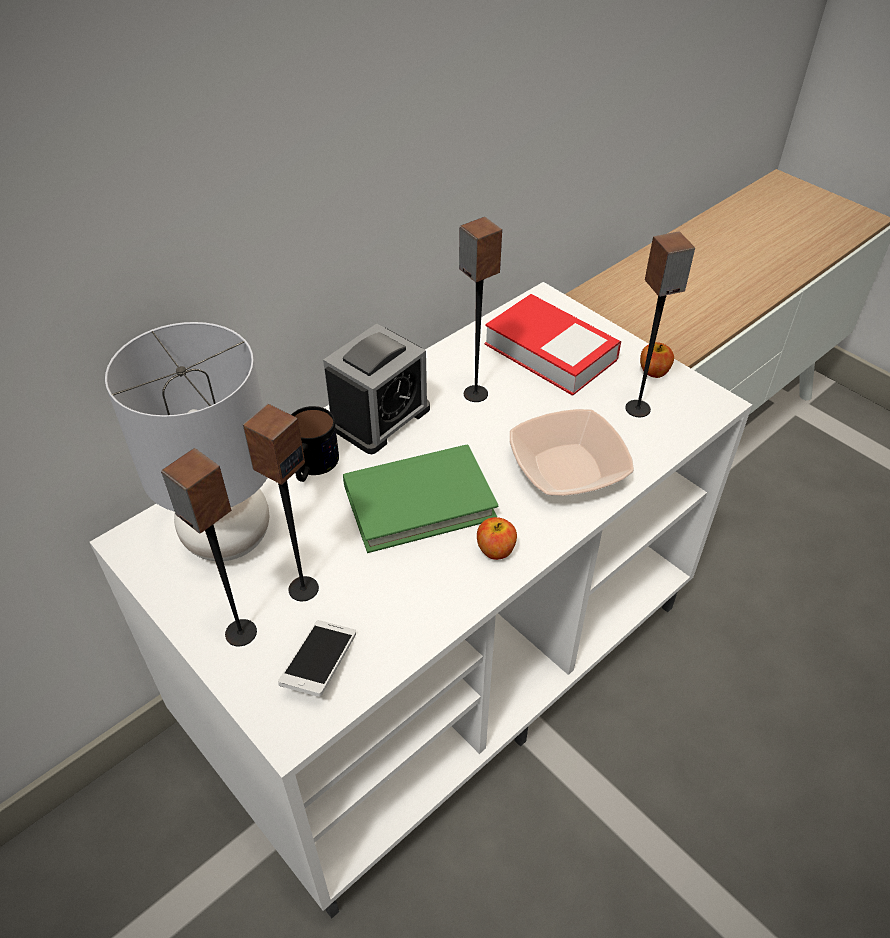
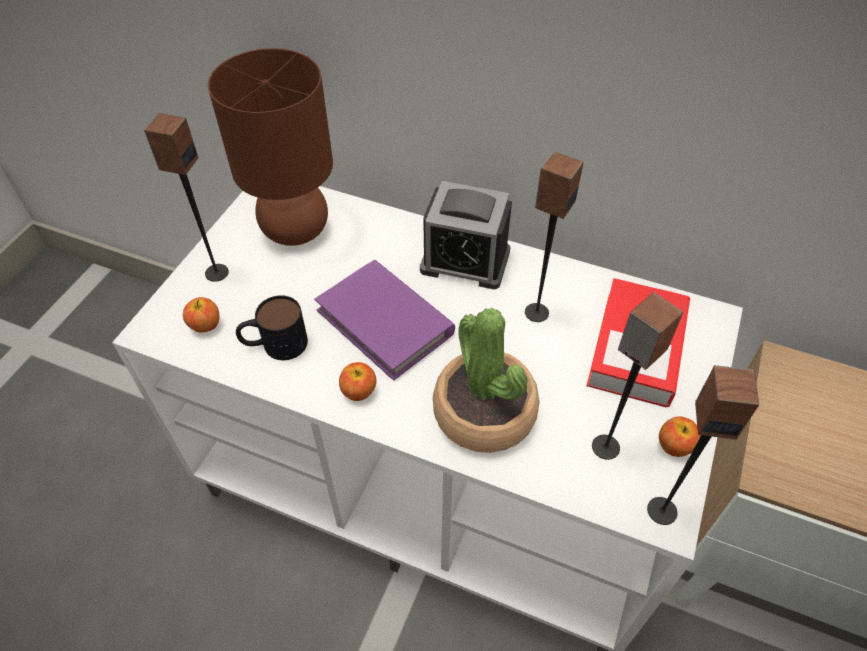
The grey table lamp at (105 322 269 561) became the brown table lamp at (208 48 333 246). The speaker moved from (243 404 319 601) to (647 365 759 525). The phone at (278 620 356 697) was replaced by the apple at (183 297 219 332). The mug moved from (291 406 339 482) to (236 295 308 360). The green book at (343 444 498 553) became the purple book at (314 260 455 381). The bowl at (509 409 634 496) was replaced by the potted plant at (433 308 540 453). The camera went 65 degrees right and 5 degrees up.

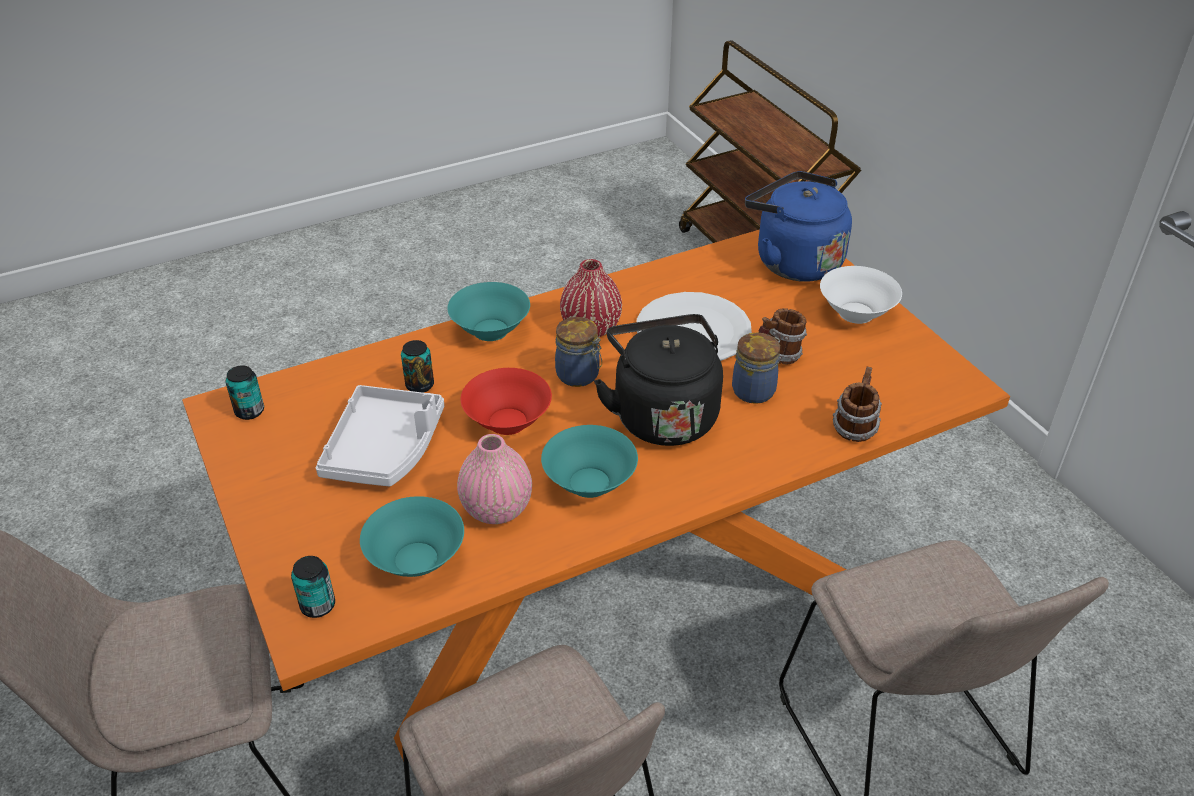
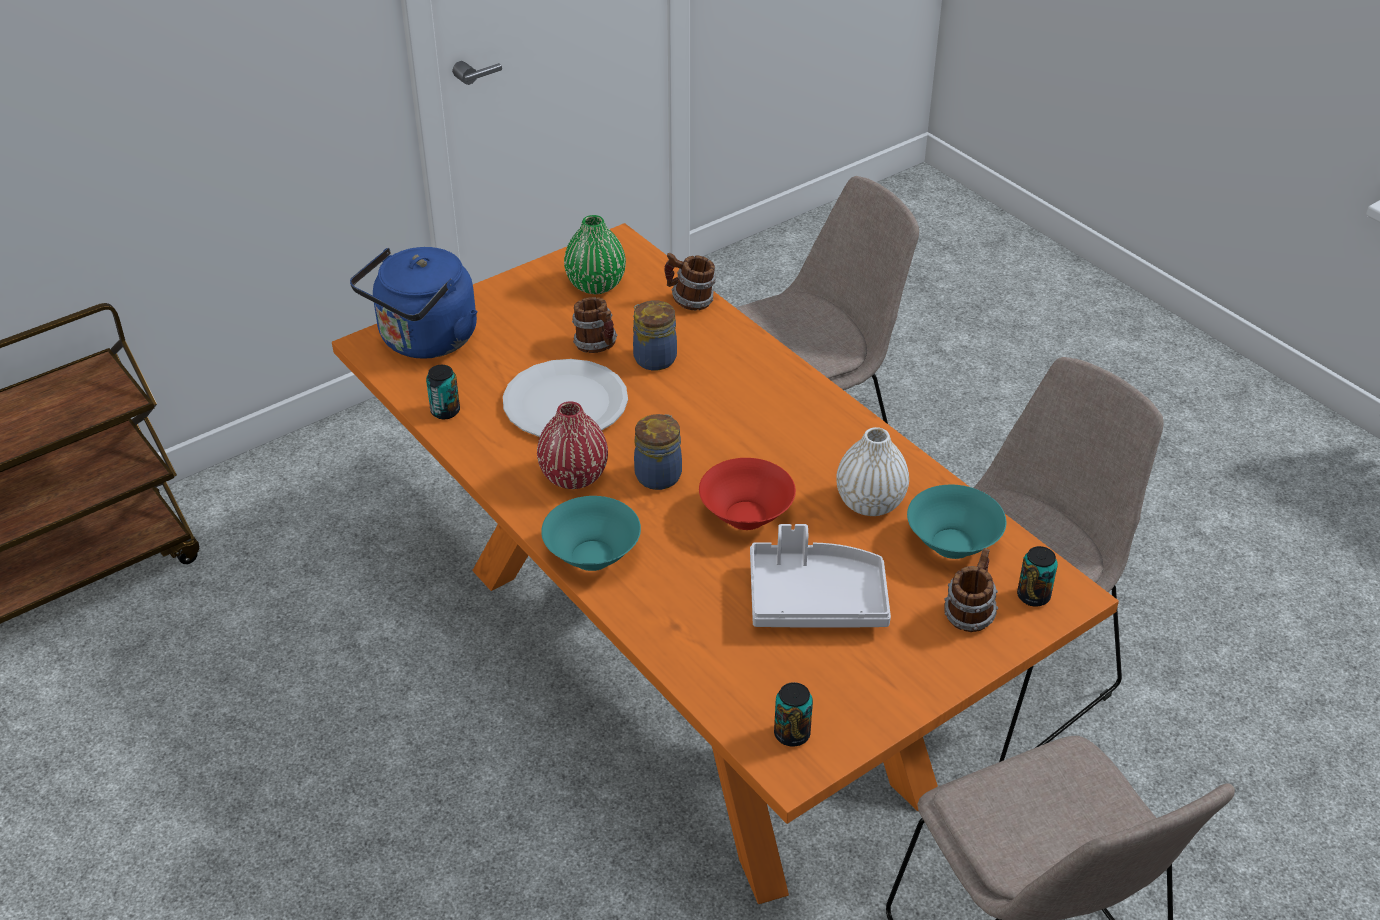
The can moved from (401 340 434 393) to (426 365 460 419). The pink vase at (457 434 532 524) became the white vase at (836 427 909 516). The turquoise bowl at (541 425 638 498) disappeared. The black kettle at (594 314 723 446) disappeared. The white bowl at (820 266 902 324) disappeared. The green vase at (564 215 626 294) appeared. The mug at (944 548 998 632) appeared. The camera went 100 degrees left and 0 degrees up.

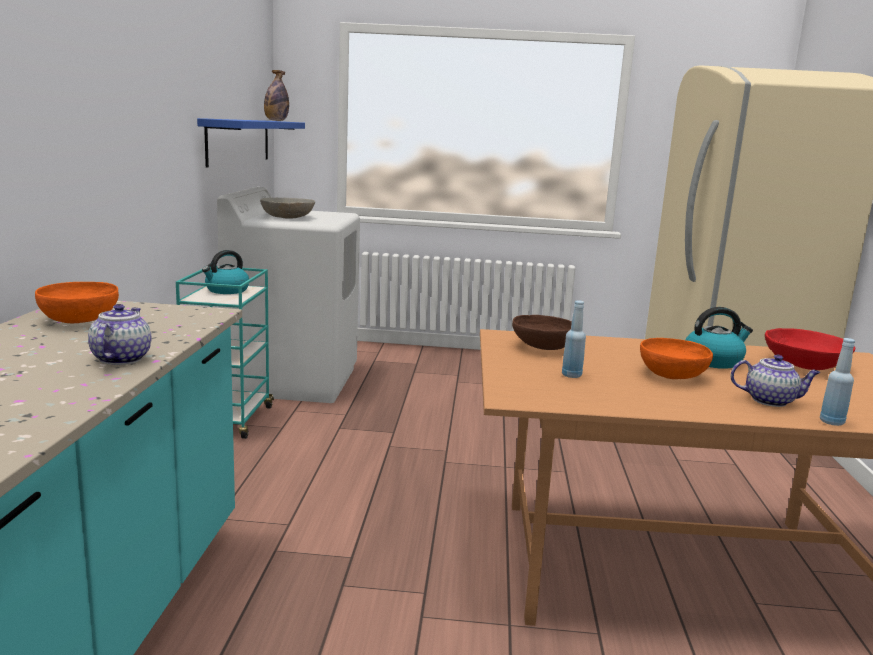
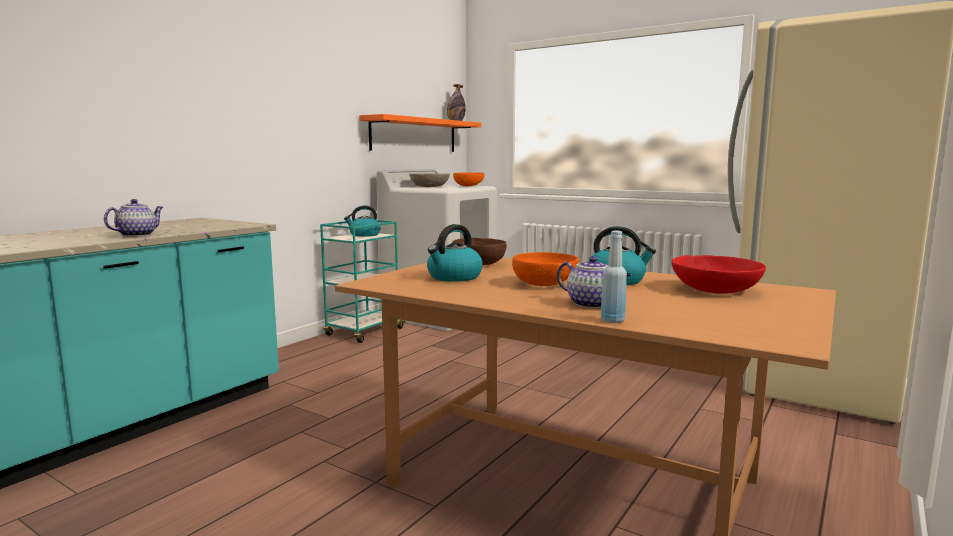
The orange bowl moved from (35 282 119 324) to (453 172 484 186). The blue shelf at (197 118 305 168) became the orange shelf at (359 114 481 152). The blue bottle at (562 300 586 378) was replaced by the kettle at (427 224 483 282). The camera went 30 degrees right and 5 degrees down.

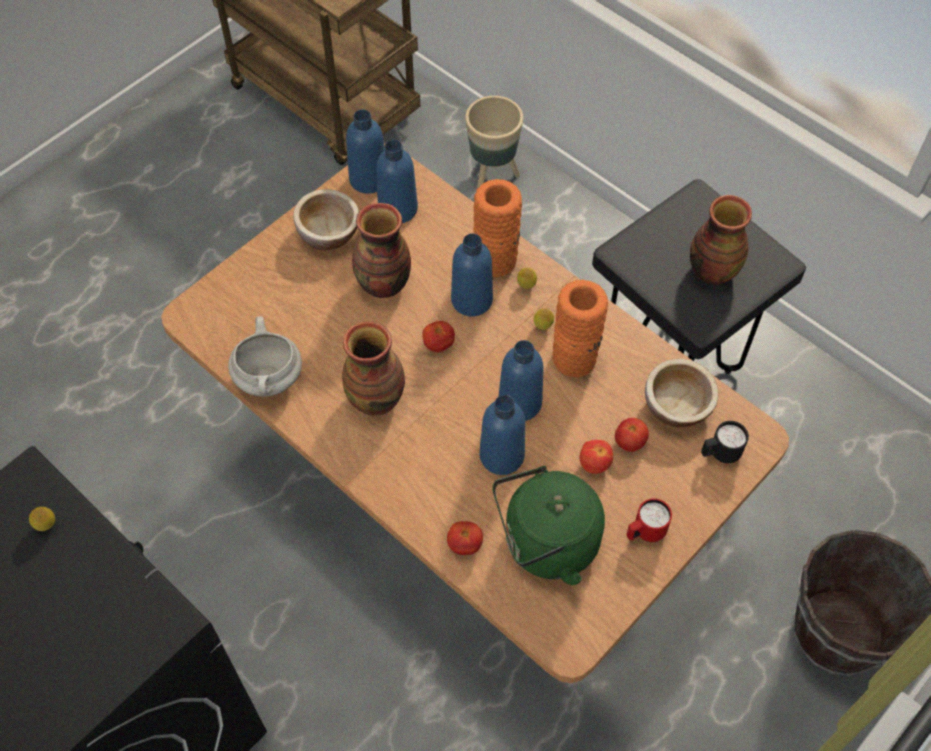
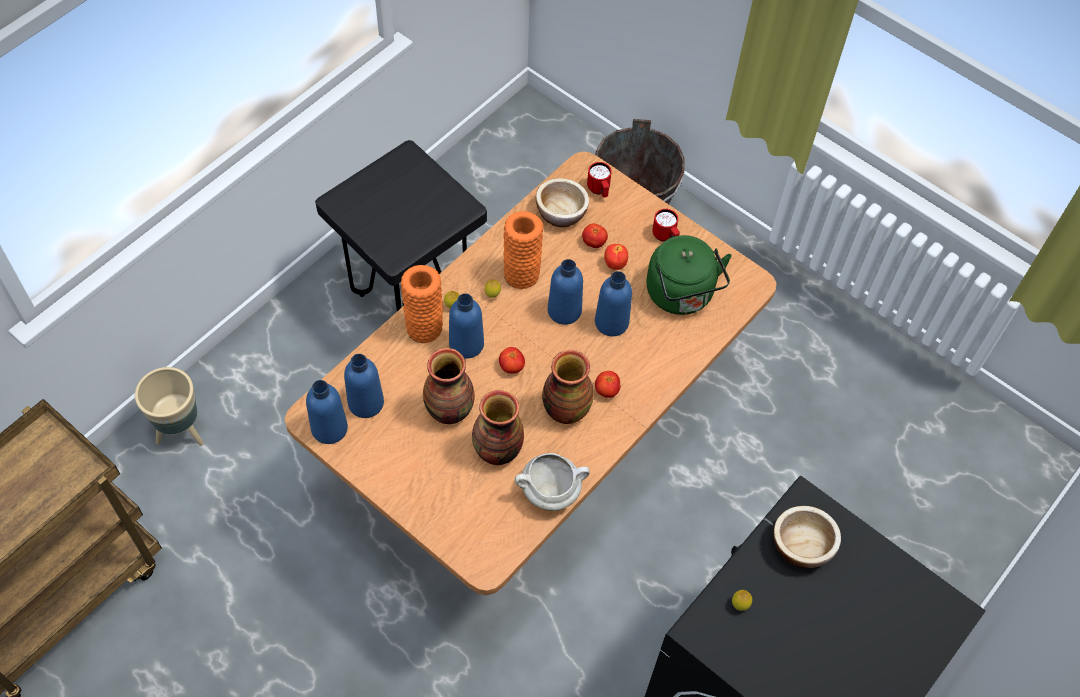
The bowl moved from (293 189 359 250) to (773 506 841 568). The tomato moved from (447 521 483 555) to (595 371 620 398). The vase moved from (690 195 752 285) to (472 390 524 465). The black mug at (701 421 749 463) became the red mug at (587 162 612 197). The camera went 95 degrees left and 0 degrees up.

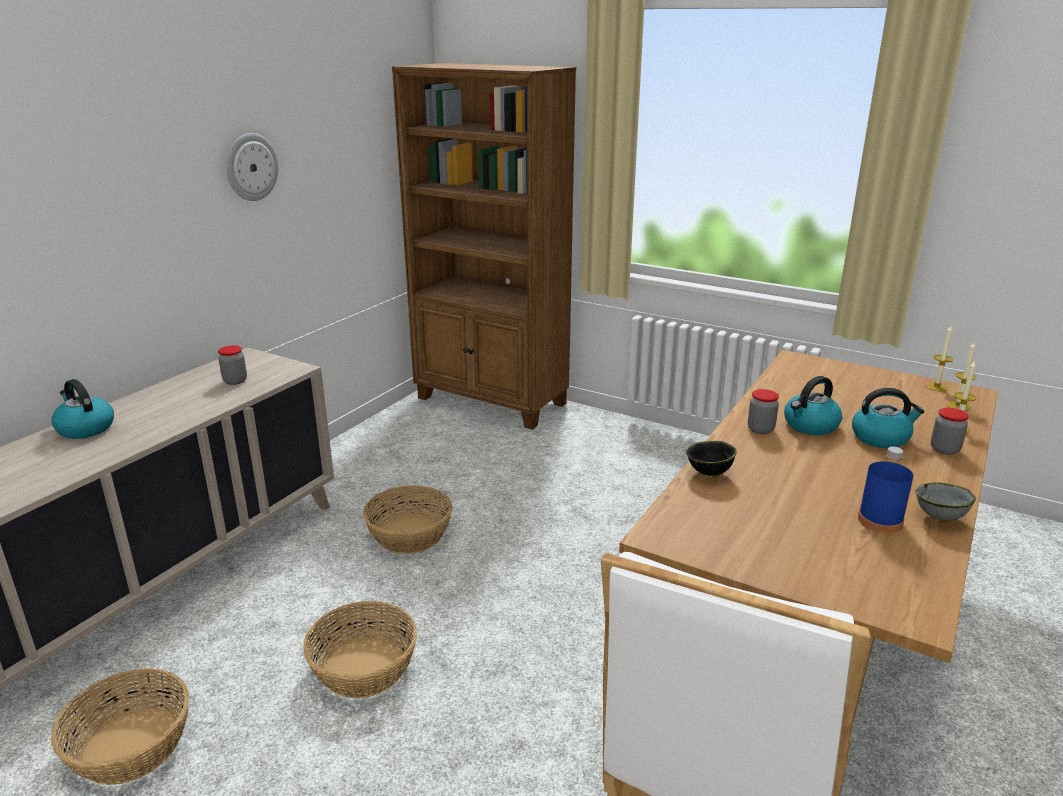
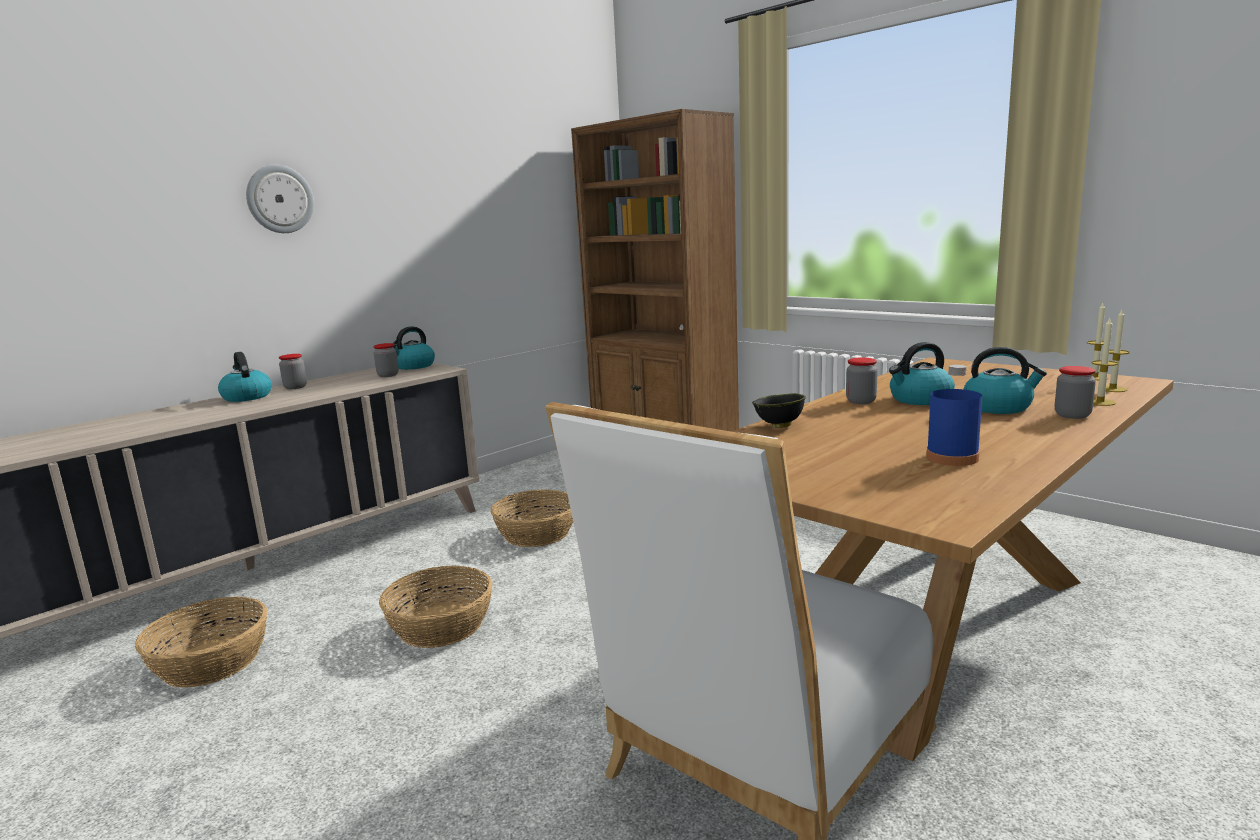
The wall clock moved from (226 133 278 201) to (246 165 314 233). The grey bowl at (915 482 976 524) disappeared. The jar at (279 354 307 389) appeared. The kettle at (393 326 435 370) appeared. The camera went 15 degrees right and 10 degrees down.

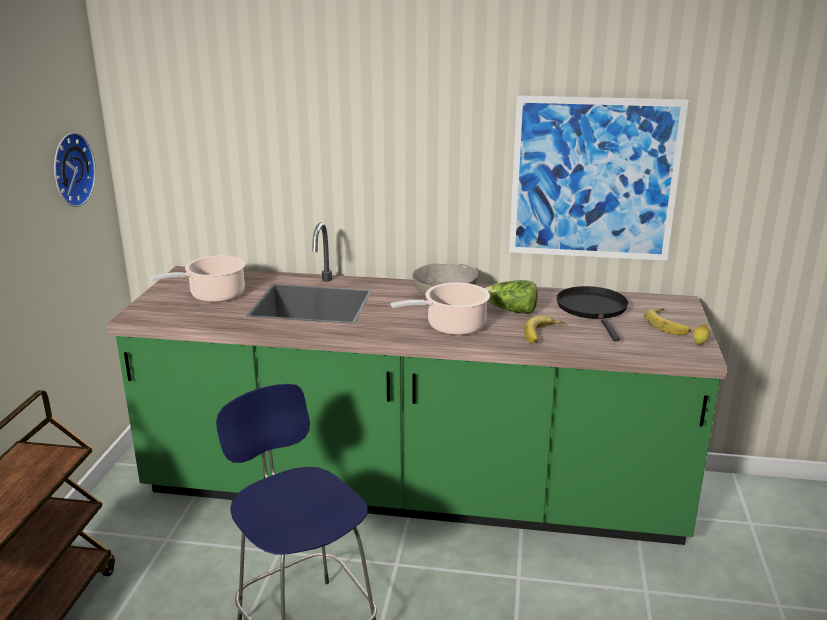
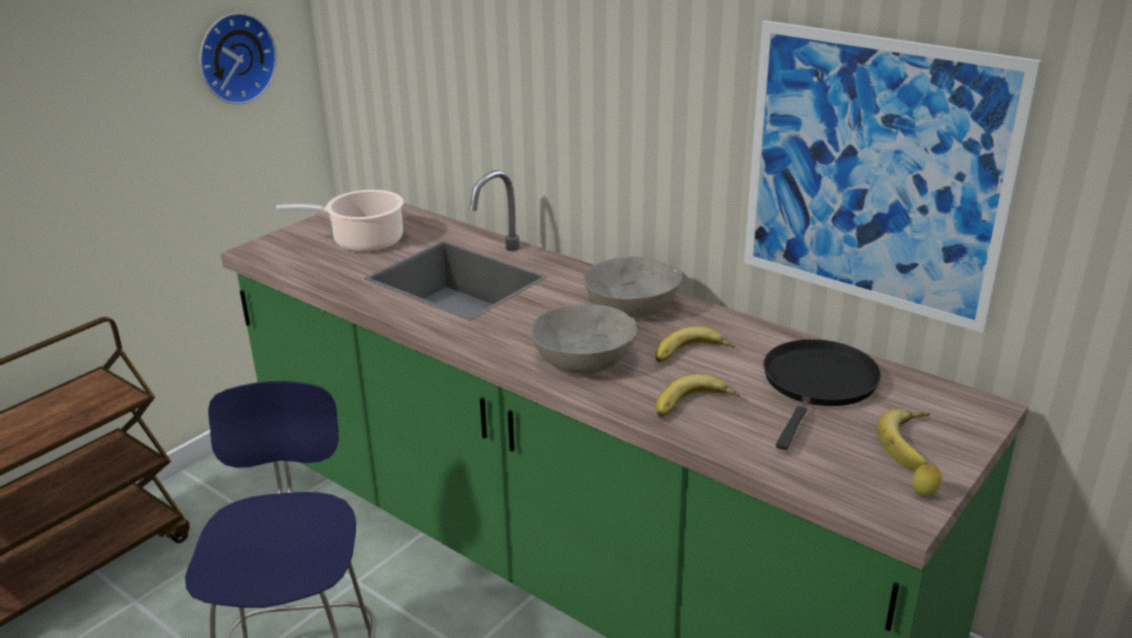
The cooking pot at (390 283 490 335) was replaced by the grey bowl at (530 304 637 374). The lettuce at (484 280 538 314) was replaced by the banana at (655 326 735 362). The camera went 30 degrees right and 5 degrees up.

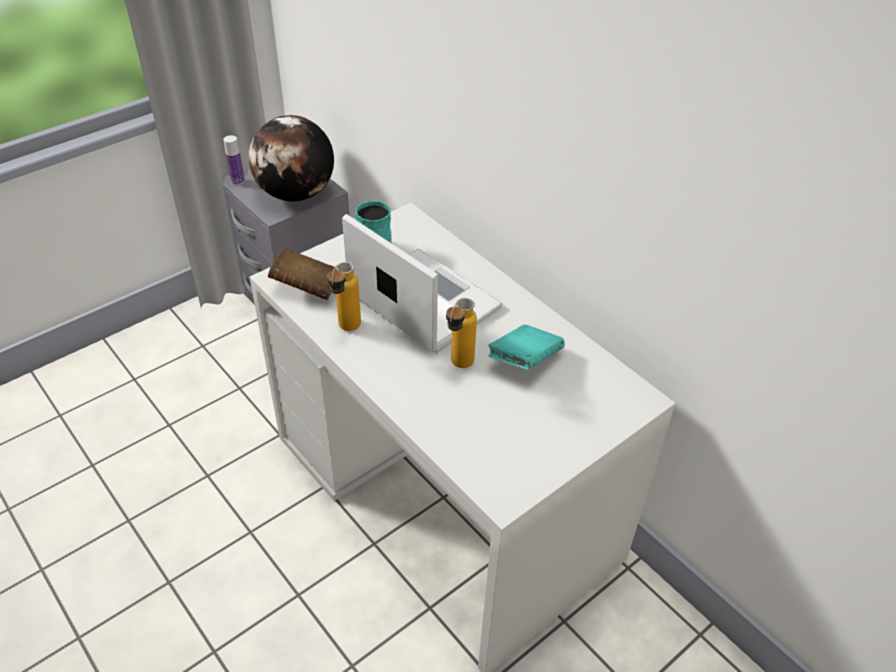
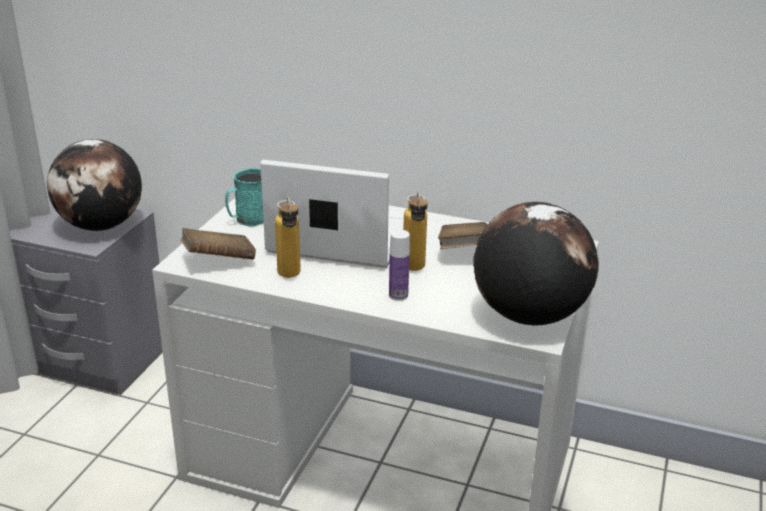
The bottle moved from (223 135 245 185) to (389 230 410 301). The turquoise book at (488 324 565 370) became the brown book at (438 222 487 249). The globe at (473 202 599 326) appeared. The camera went 30 degrees left and 15 degrees down.

